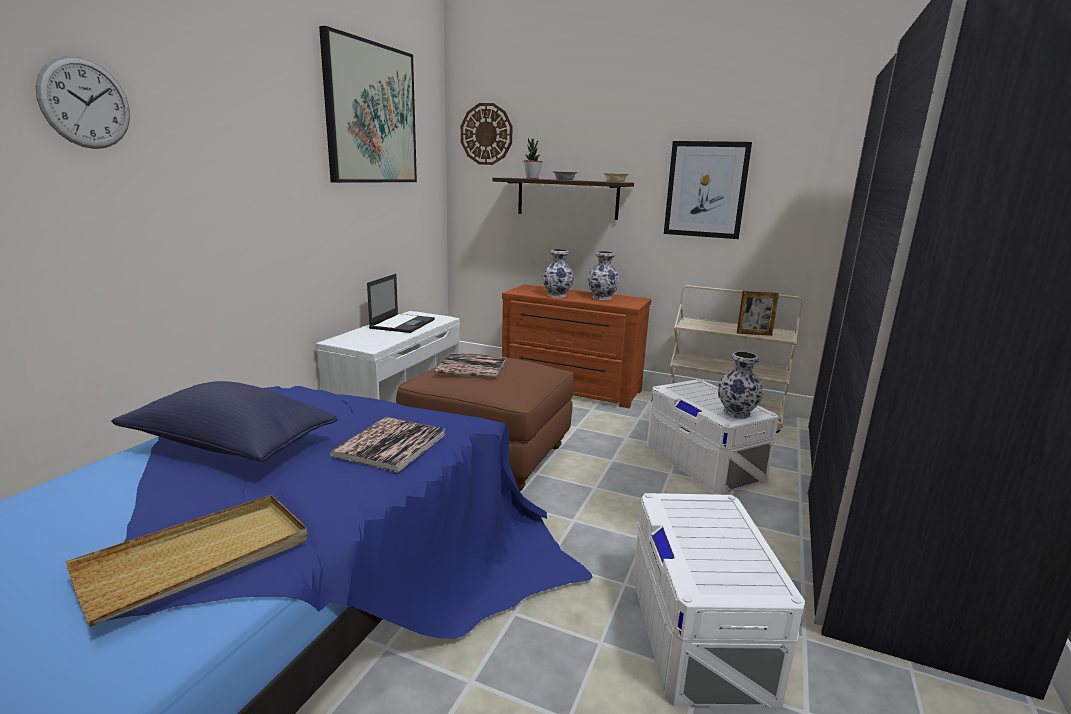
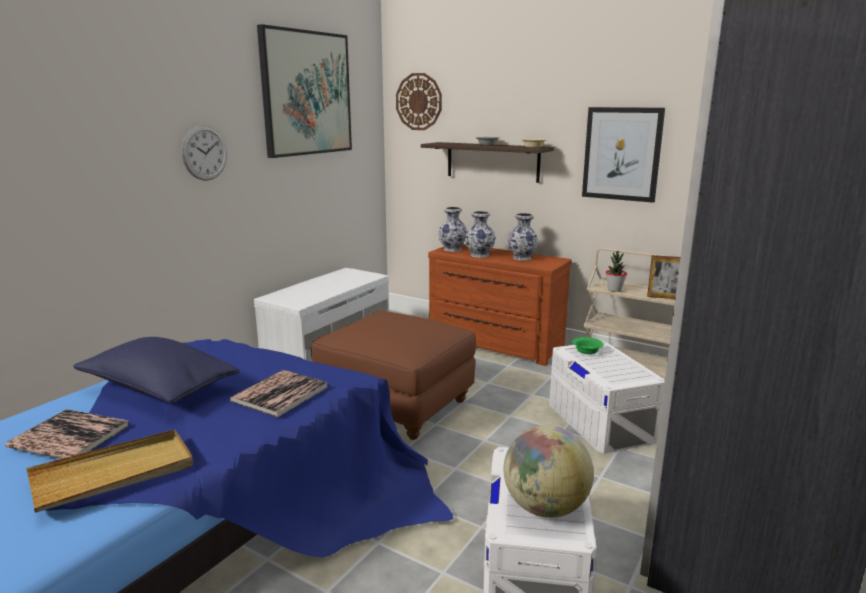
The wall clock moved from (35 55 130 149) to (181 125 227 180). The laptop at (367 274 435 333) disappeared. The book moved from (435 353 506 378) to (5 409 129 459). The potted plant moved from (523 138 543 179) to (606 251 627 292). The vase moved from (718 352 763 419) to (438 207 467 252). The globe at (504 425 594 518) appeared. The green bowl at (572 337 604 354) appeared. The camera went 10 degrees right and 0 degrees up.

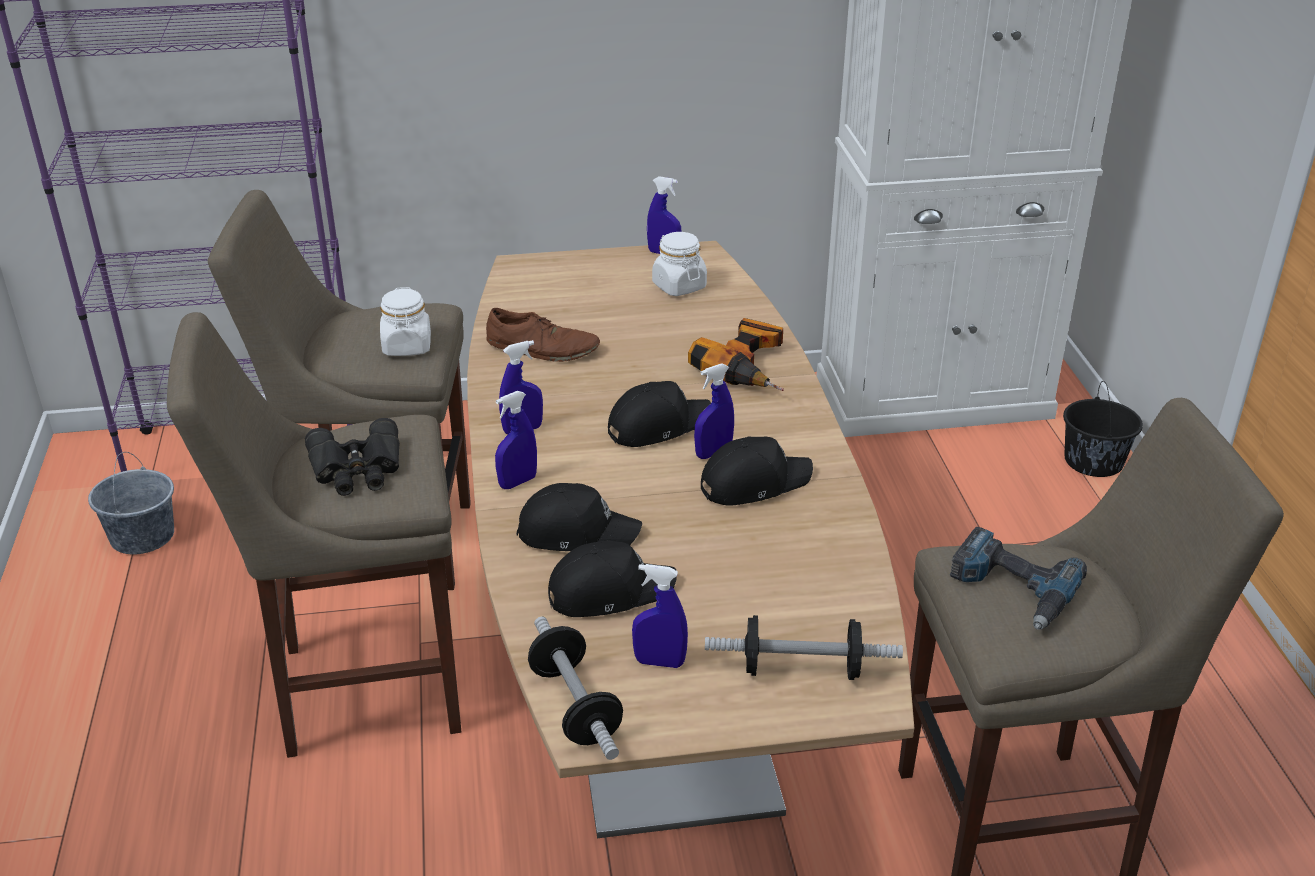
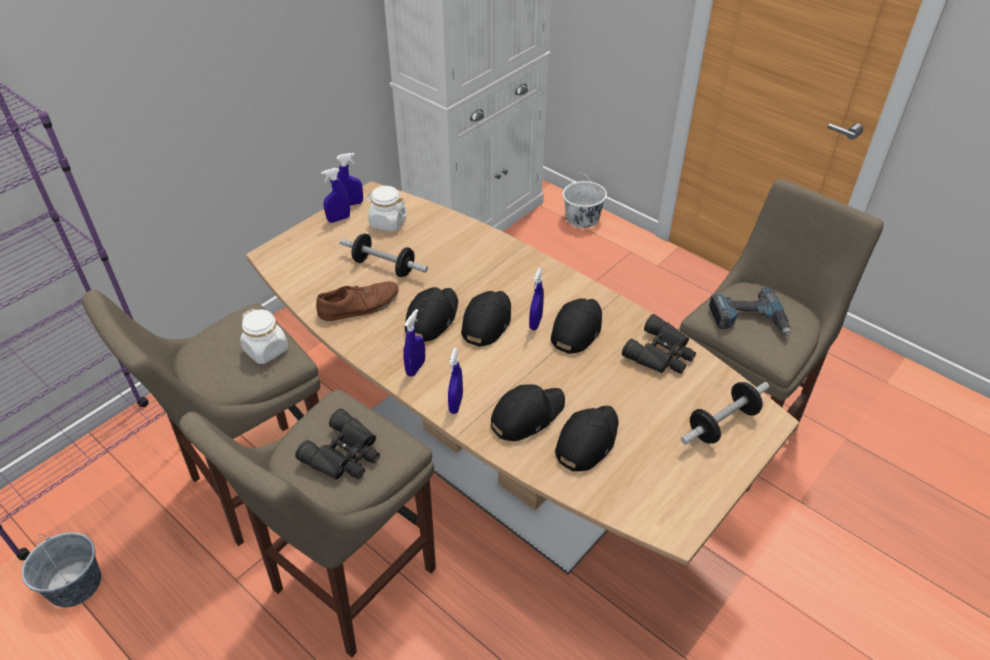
The dumbbell moved from (528 617 623 760) to (340 233 428 277). The blue spray bottle moved from (632 564 688 668) to (321 168 350 223). The power drill at (688 318 784 391) disappeared. The black bucket at (1063 381 1143 477) became the white bucket at (563 173 607 228). The black cap at (405 287 458 342) appeared. The black binoculars at (622 314 696 374) appeared. The camera went 40 degrees left and 10 degrees up.

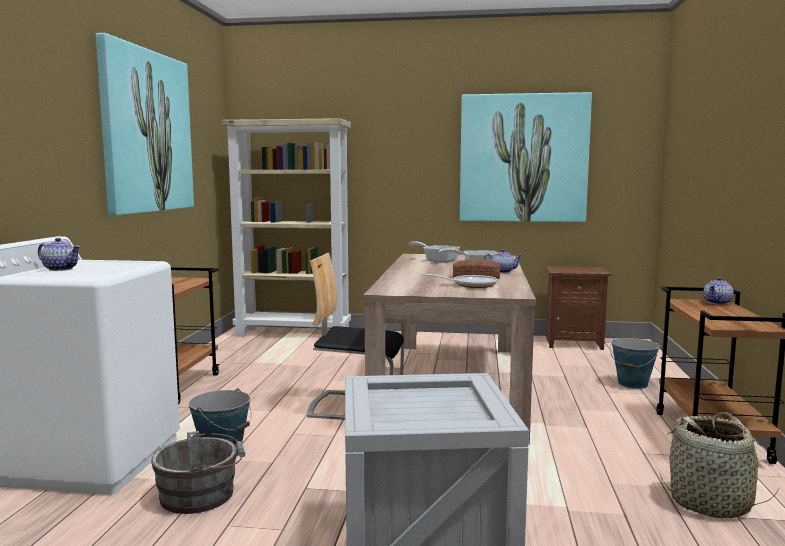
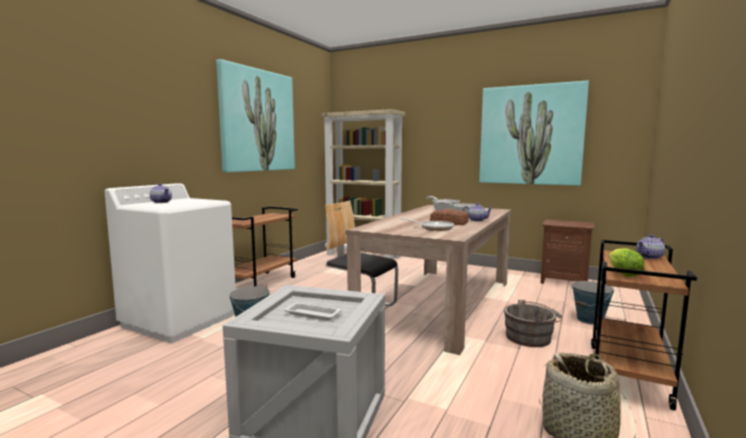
The grey bucket moved from (151 431 245 514) to (504 300 562 347). The white tray at (284 302 342 321) appeared. The lettuce at (609 248 644 277) appeared. The camera went 20 degrees right and 0 degrees up.

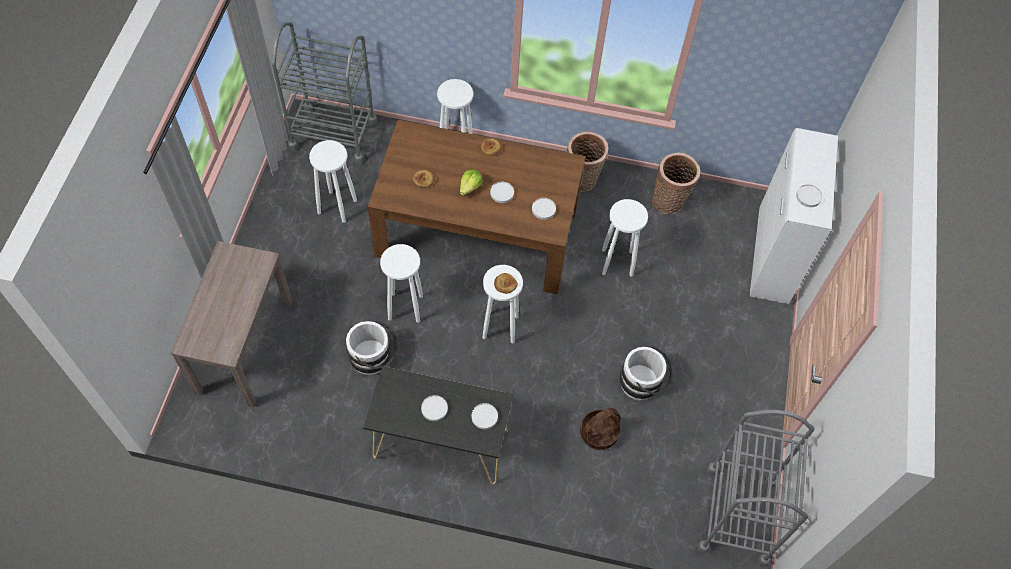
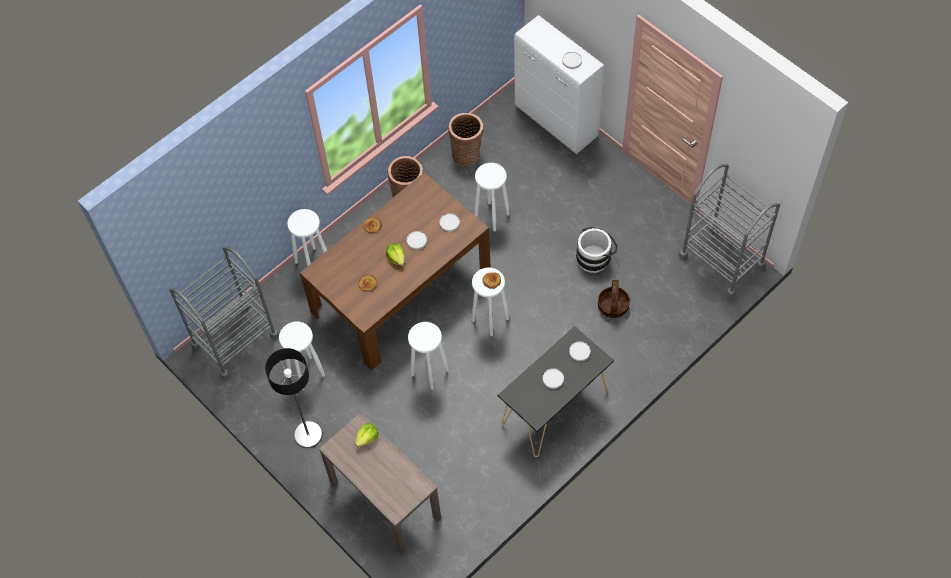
The white bucket at (346 320 397 375) disappeared. The floor lamp at (265 348 323 448) appeared. The lettuce at (355 423 379 447) appeared. The camera went 50 degrees left and 0 degrees up.

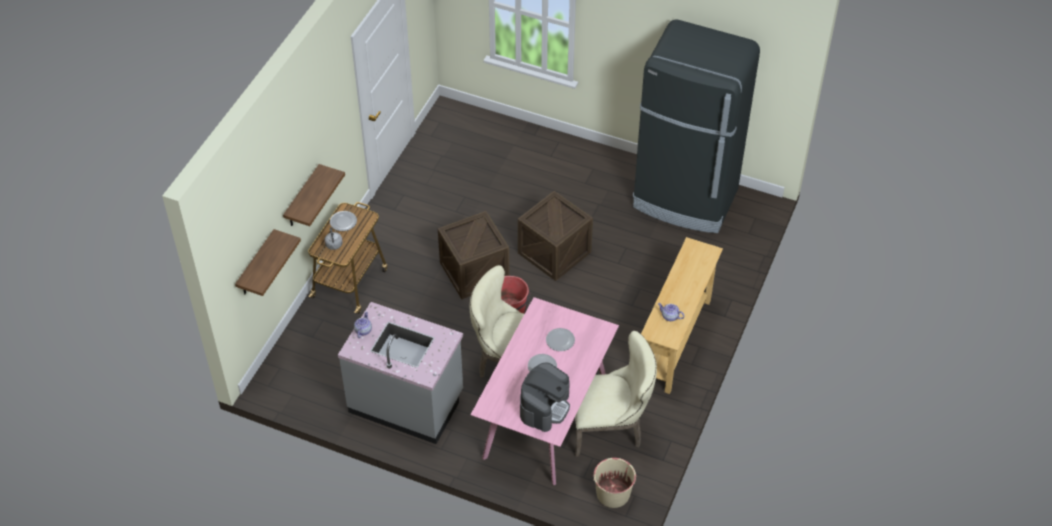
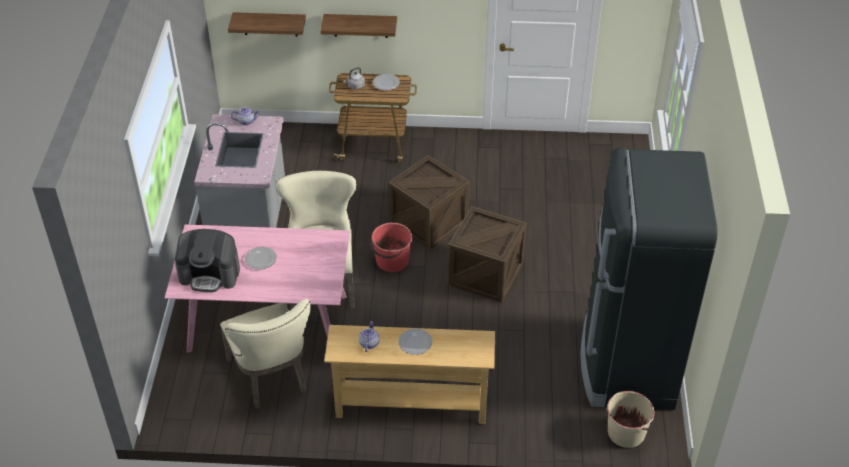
The plate moved from (546 328 575 351) to (399 329 432 355). The beige bucket moved from (592 458 637 508) to (607 391 655 448). The camera went 70 degrees right and 5 degrees down.

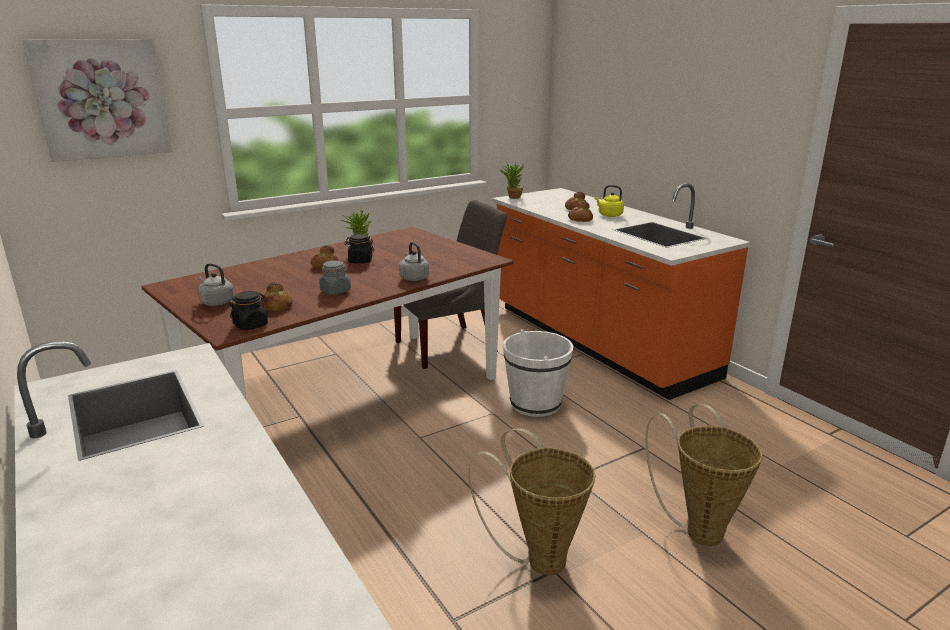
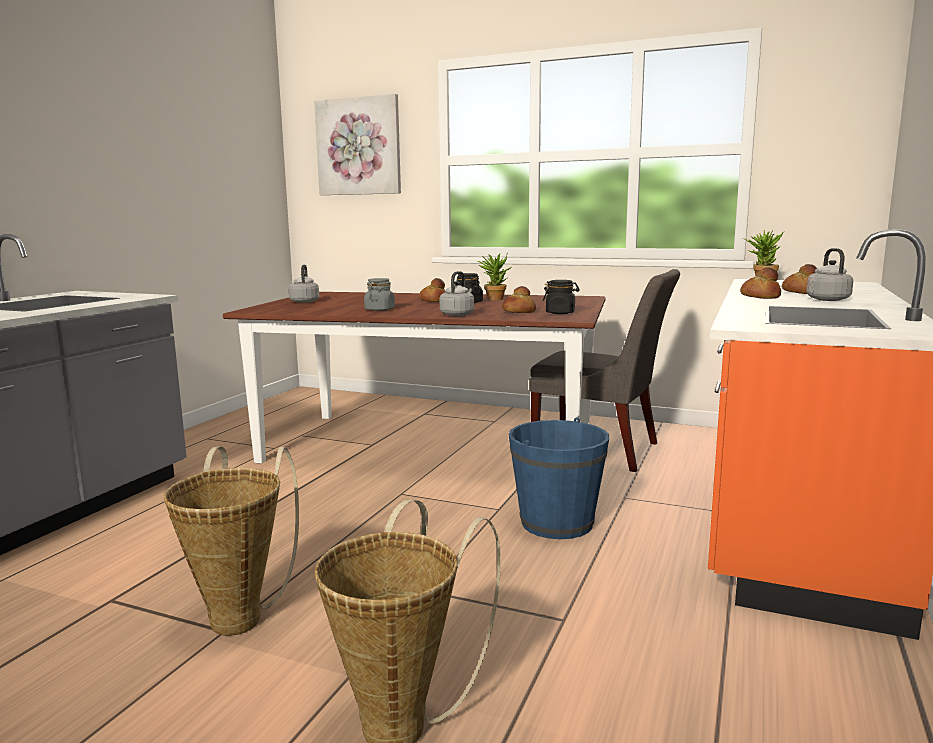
The black jar moved from (230 291 268 330) to (543 280 580 314). The bread moved from (261 282 292 311) to (502 286 536 313). The white bucket at (503 329 573 417) became the blue bucket at (508 417 609 539). The yellow kettle at (595 185 624 217) became the grey kettle at (807 248 853 301). The camera went 55 degrees right and 10 degrees down.

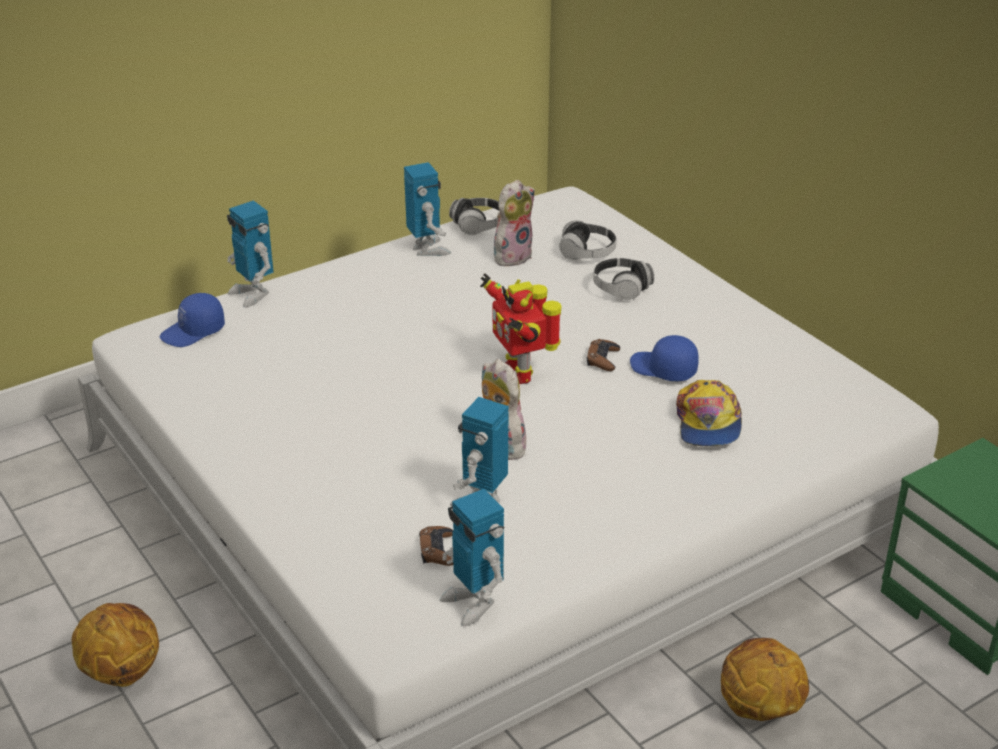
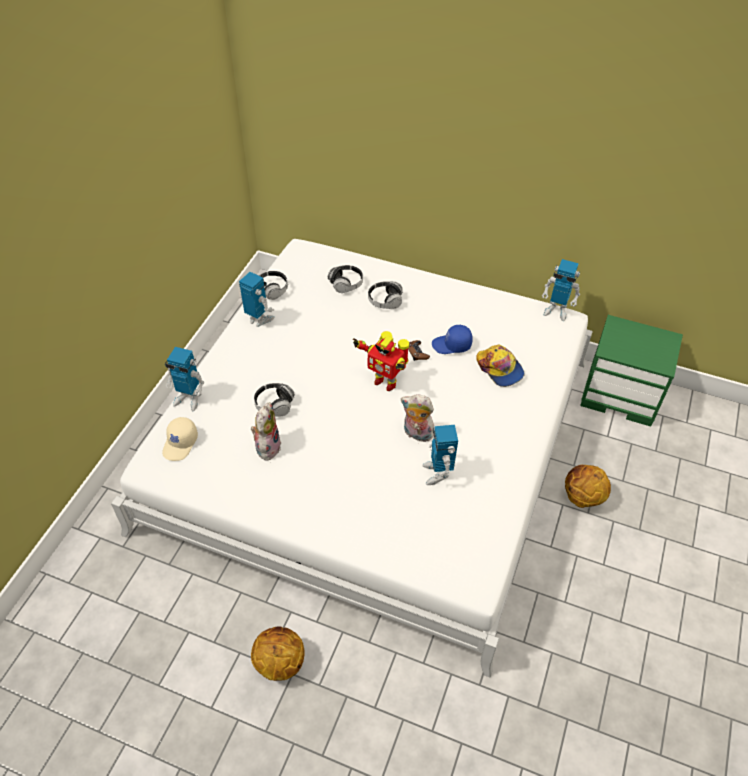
The blue cap at (160 293 225 347) became the beige cap at (162 417 198 461). The brown game controller at (419 526 453 566) disappeared. The toy robot moved from (440 489 504 627) to (542 259 580 321). The plush toy moved from (494 180 535 266) to (251 402 281 461). The headphones at (254 383 295 416) appeared. The camera went 35 degrees left and 15 degrees up.

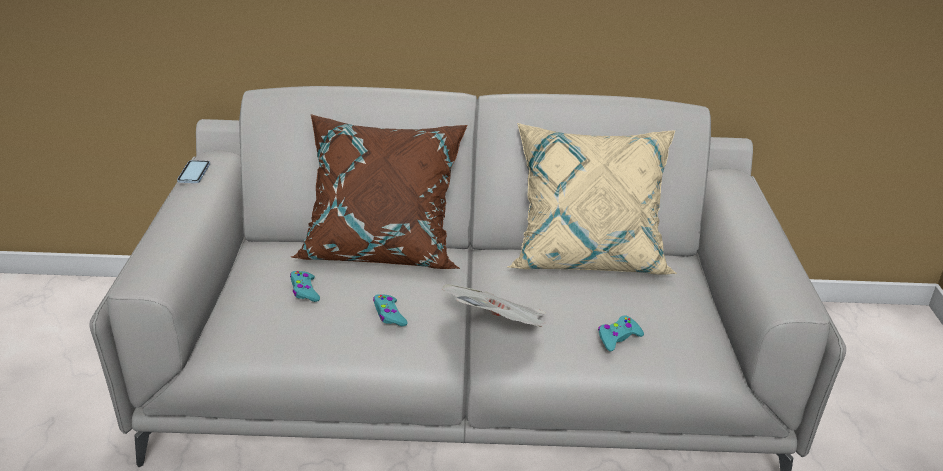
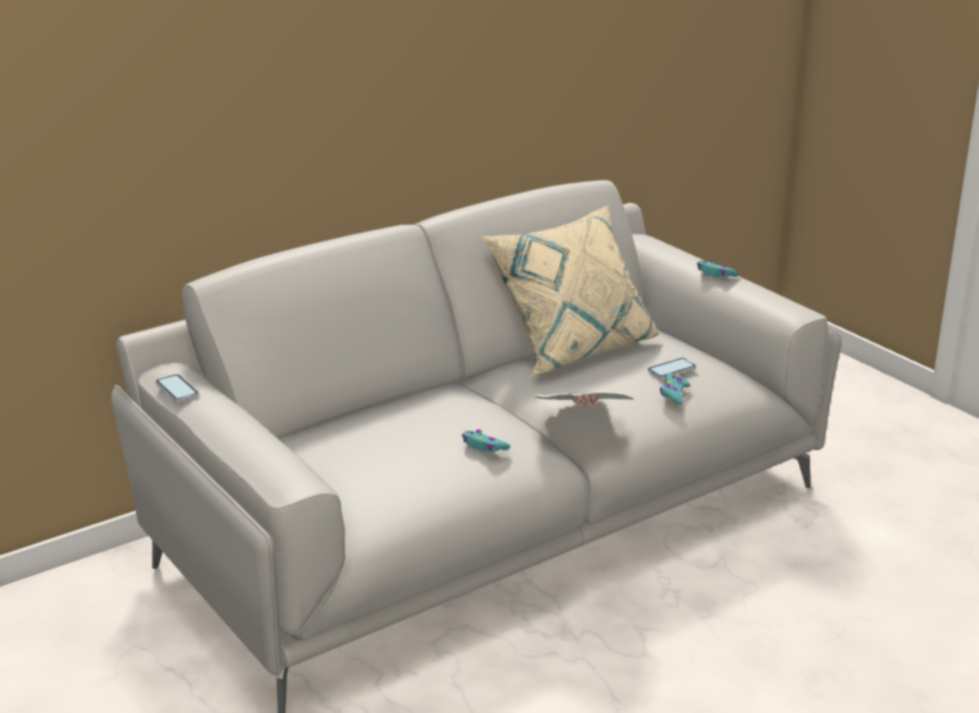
The turquoise game controller moved from (290 271 320 302) to (697 259 739 277). The brown pillow at (291 114 467 269) disappeared. The phone at (648 358 696 379) appeared. The camera went 35 degrees left and 5 degrees down.

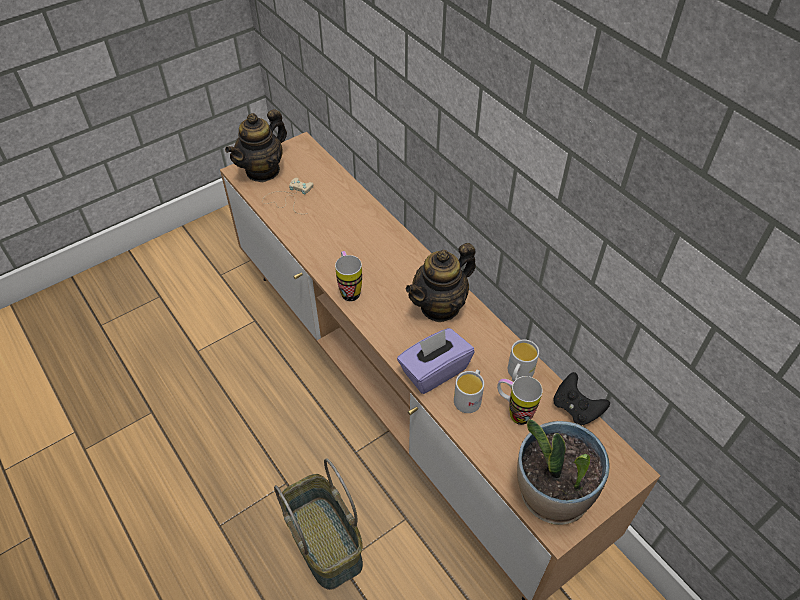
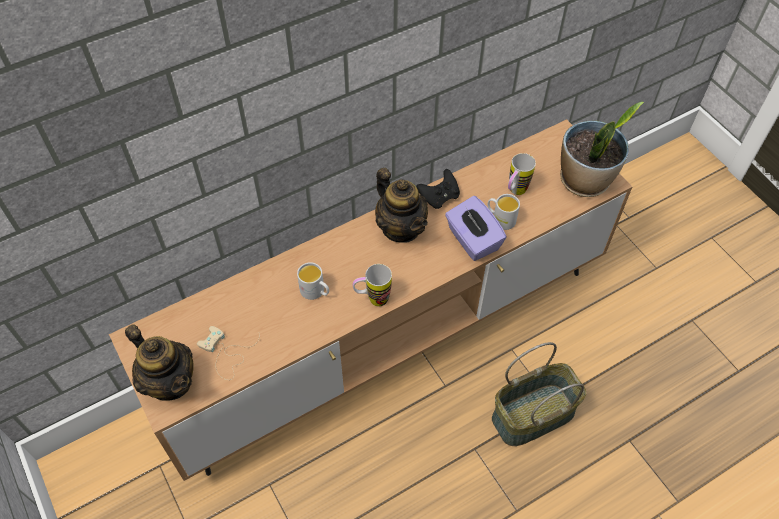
The white mug moved from (508 339 539 381) to (297 262 329 300). The black game controller moved from (553 372 610 425) to (416 169 460 209). The camera went 85 degrees left and 5 degrees up.

